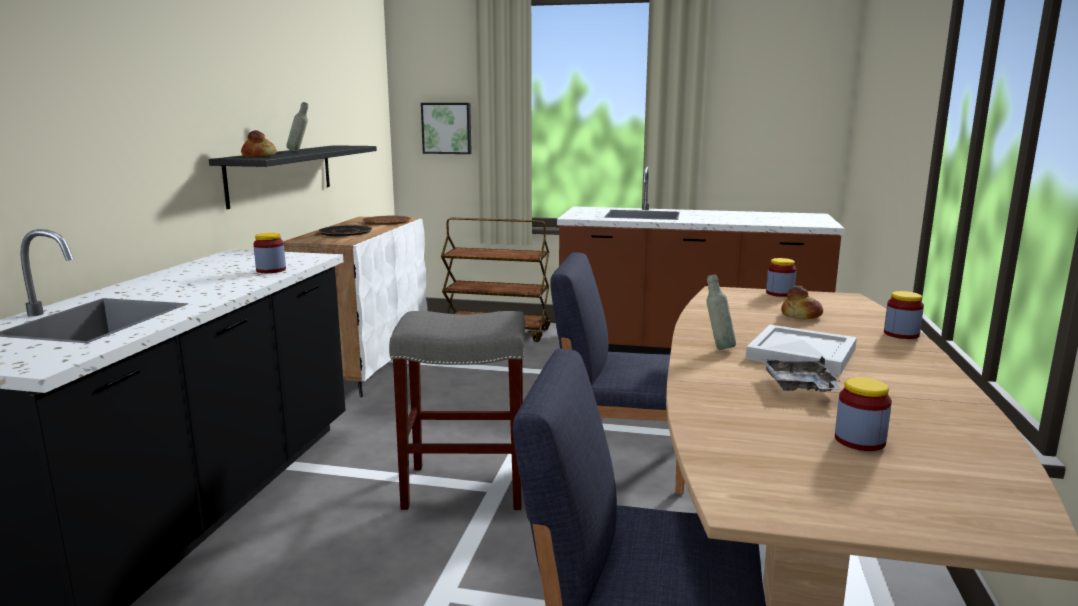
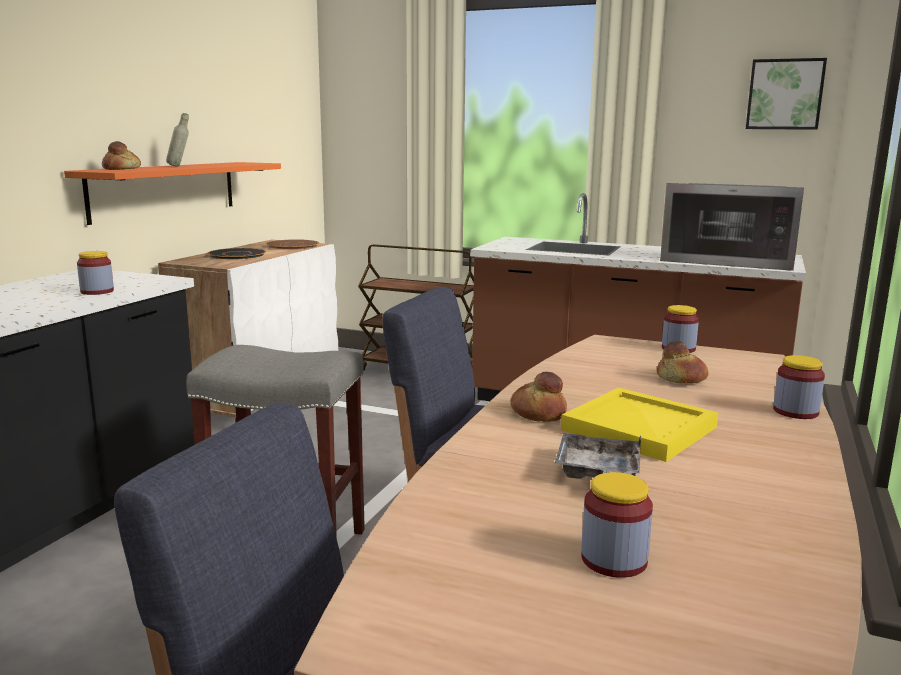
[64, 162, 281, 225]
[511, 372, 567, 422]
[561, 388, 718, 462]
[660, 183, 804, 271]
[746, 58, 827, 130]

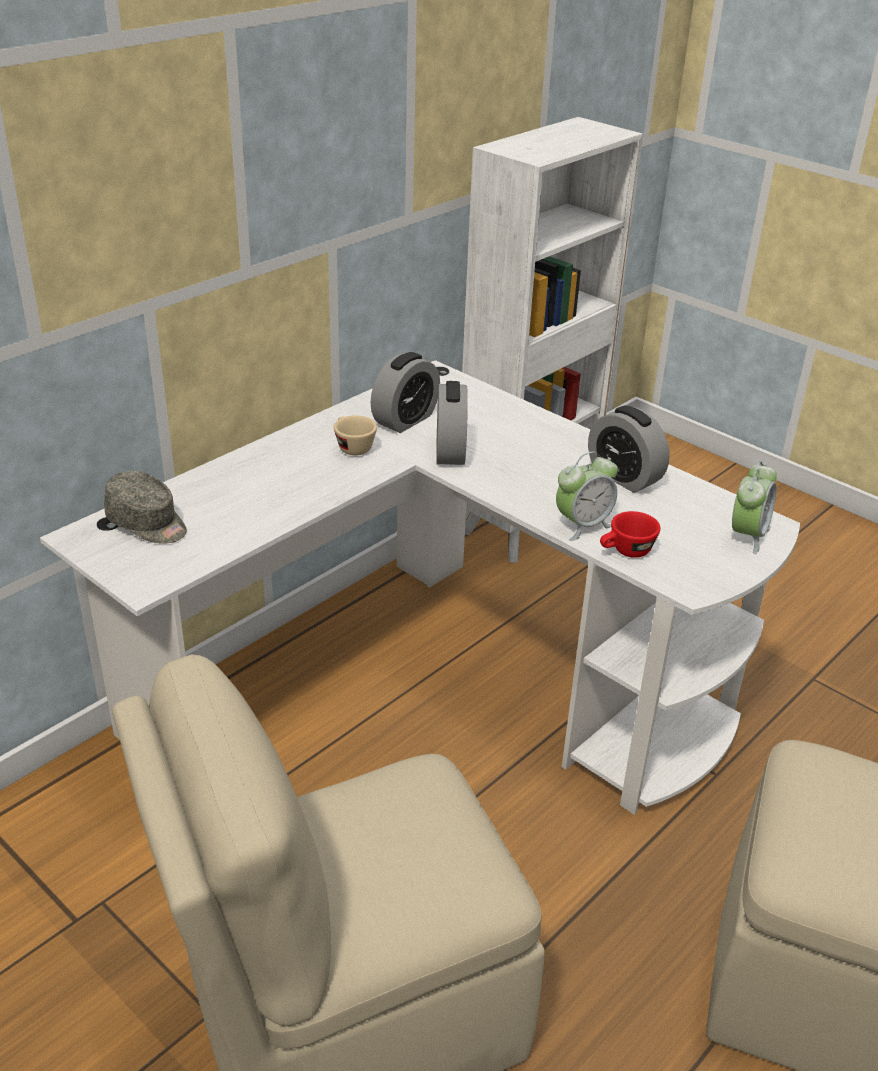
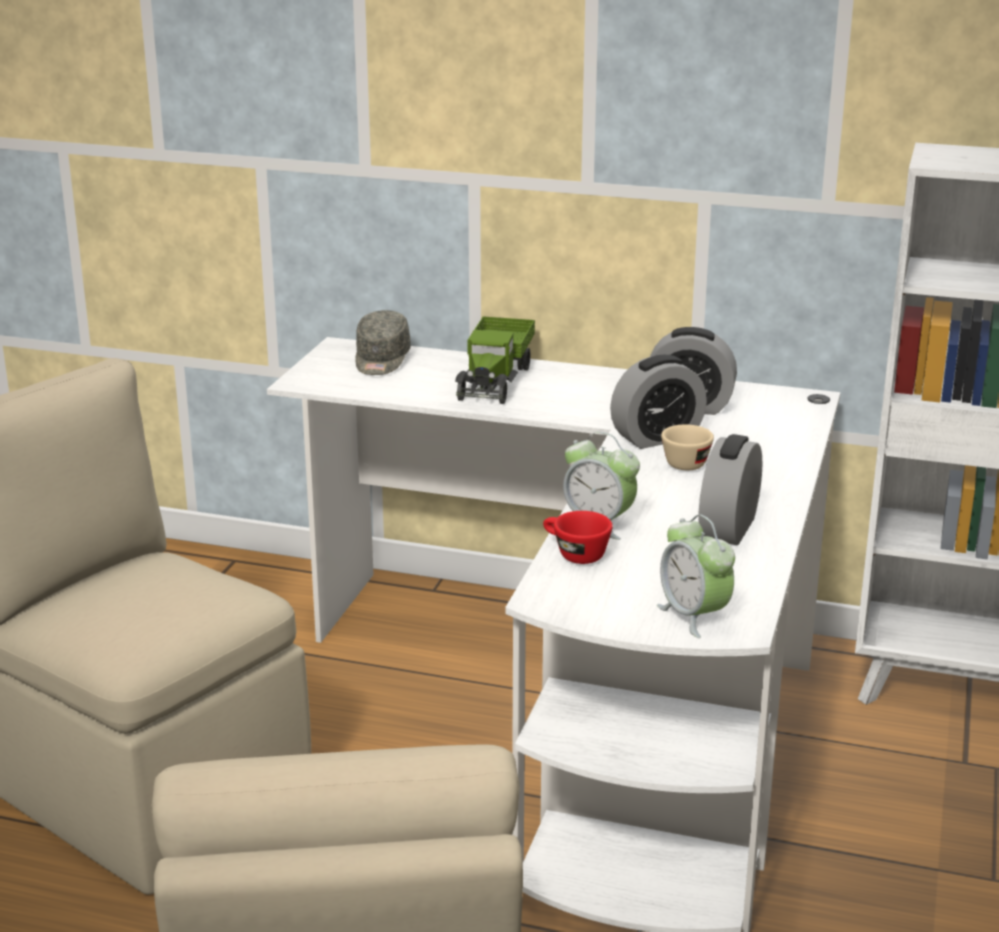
[455, 316, 535, 404]
[657, 515, 735, 638]
[661, 425, 714, 470]

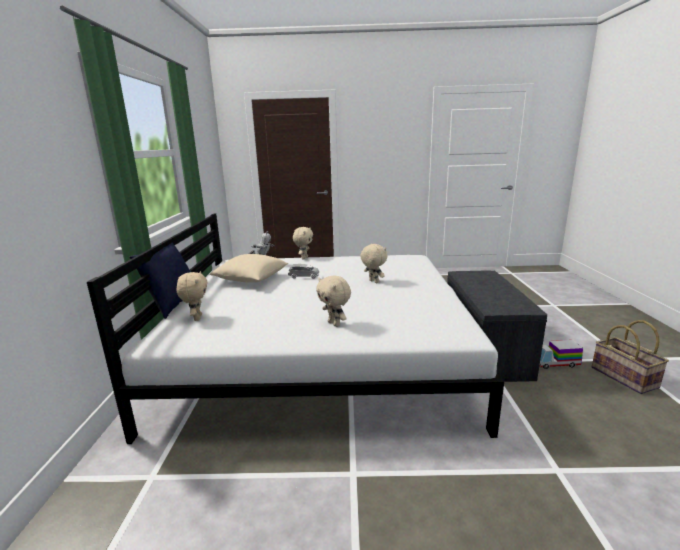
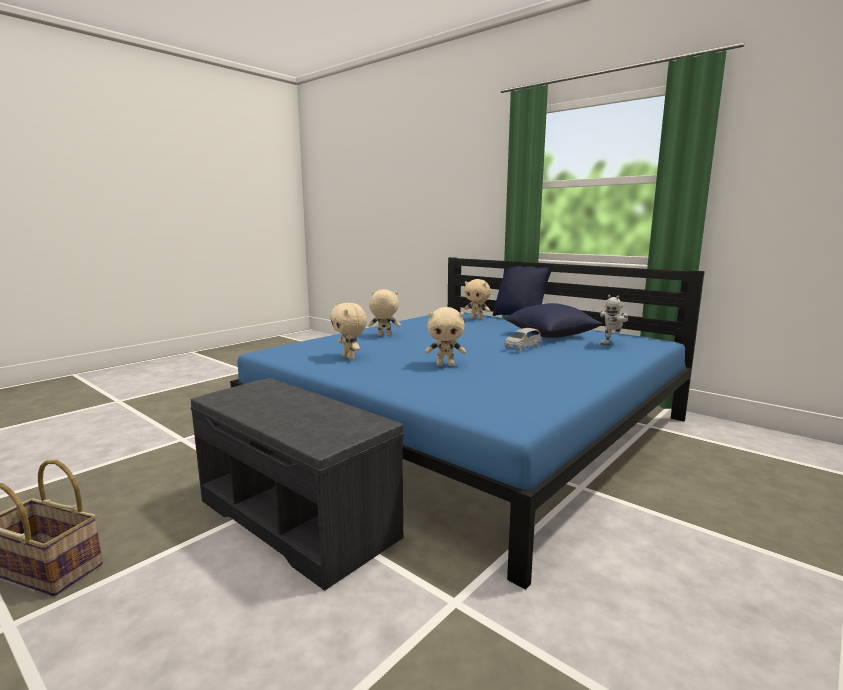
[230, 257, 705, 590]
[330, 303, 367, 360]
[504, 303, 602, 338]
[539, 340, 583, 369] (first image)

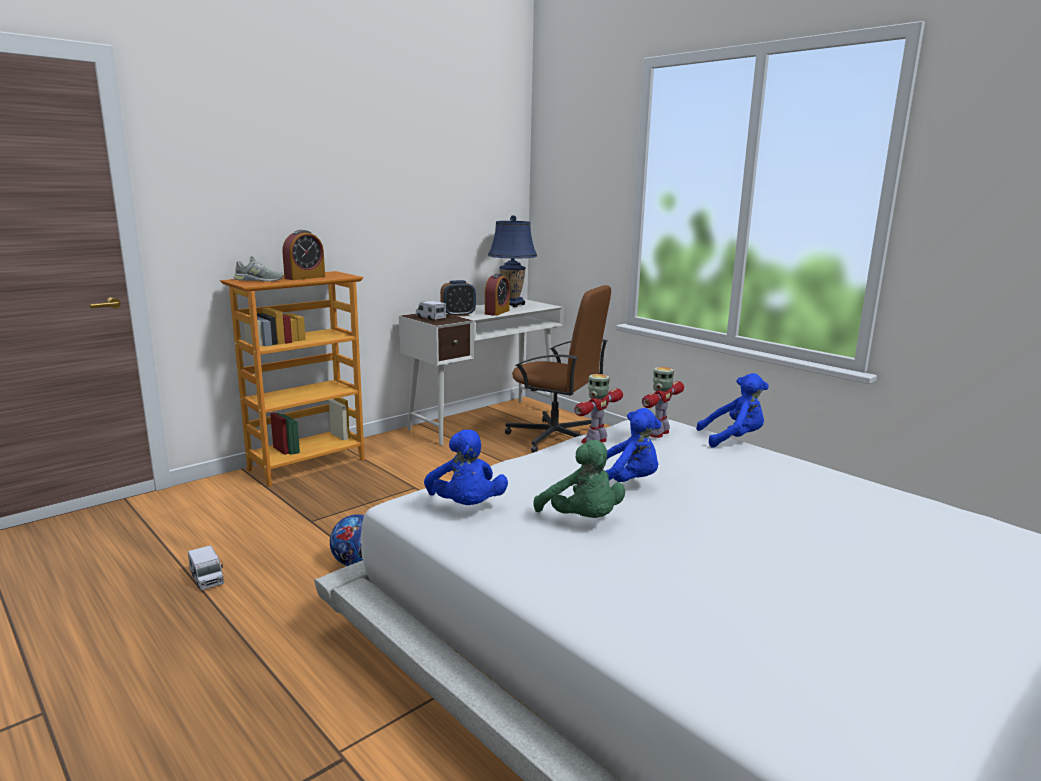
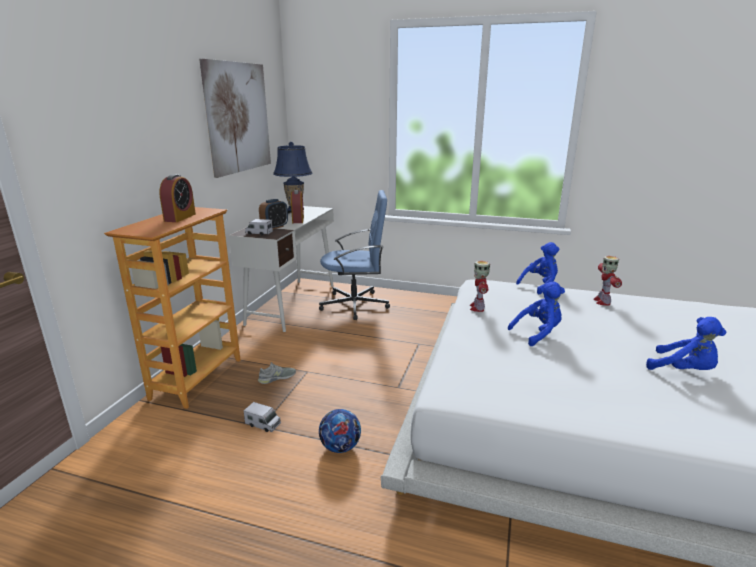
[199, 59, 271, 178]
[244, 402, 281, 432]
[258, 362, 296, 384]
[319, 190, 390, 320]
[593, 256, 622, 306]
[646, 317, 726, 370]
[533, 440, 625, 518] (first image)

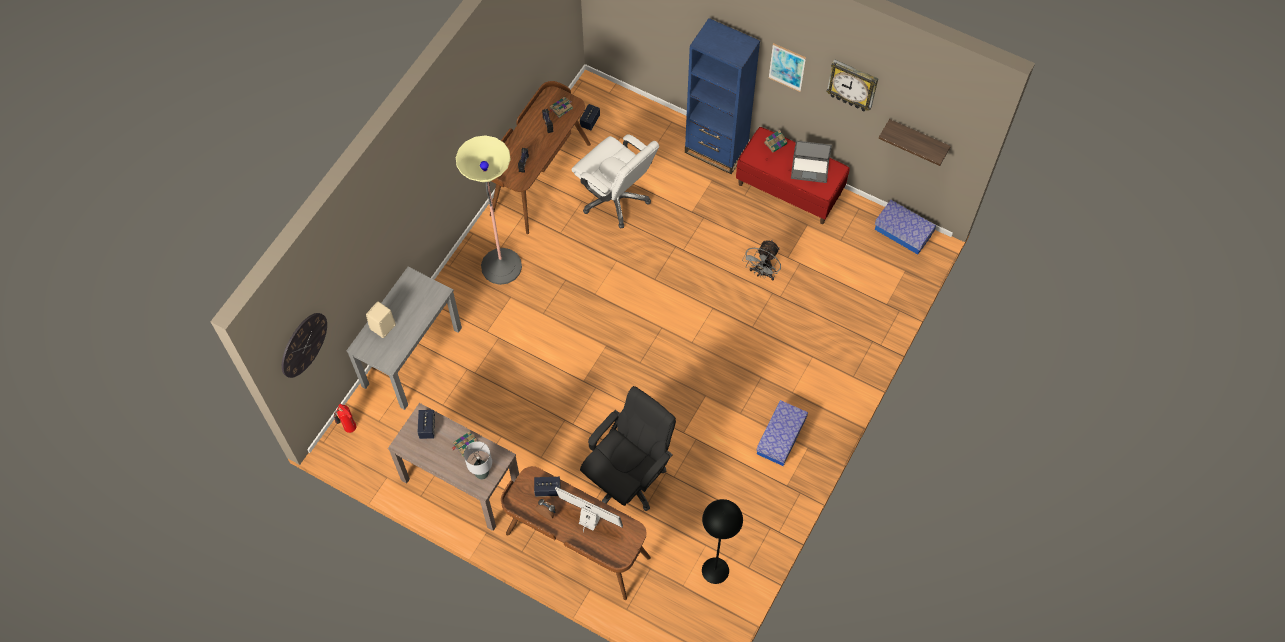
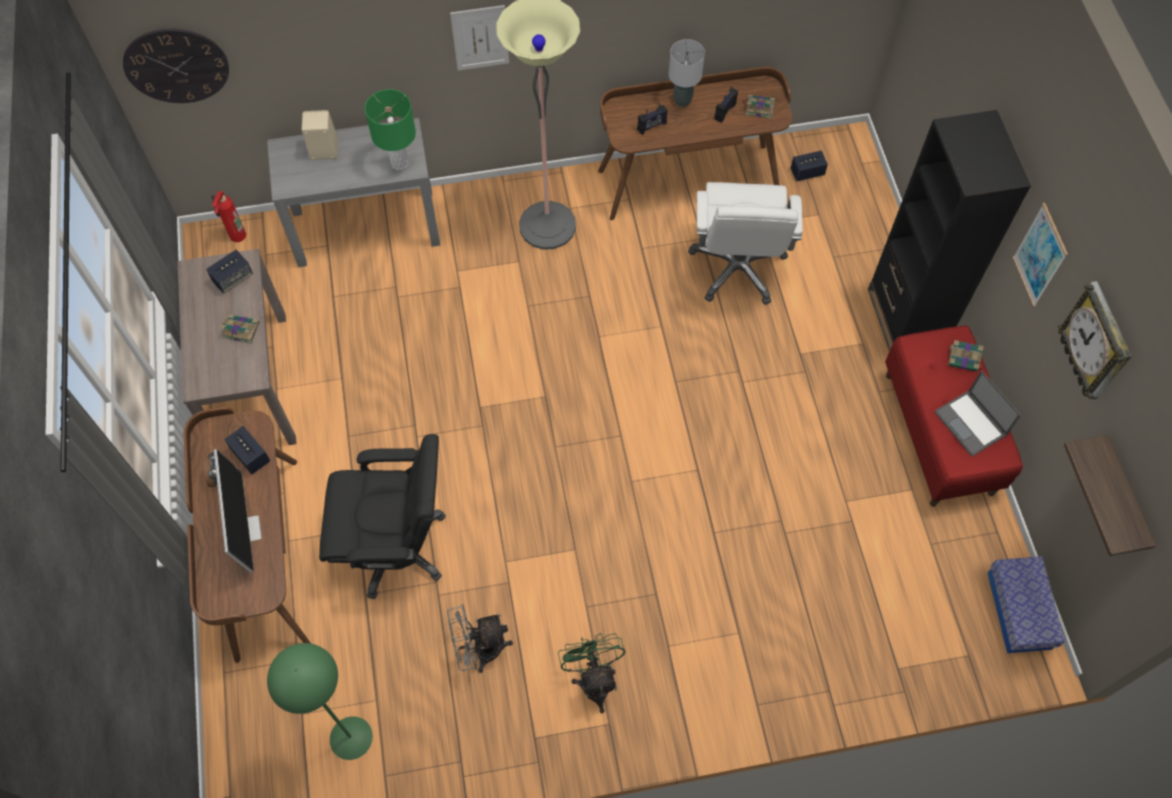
[267, 643, 373, 760]
[365, 89, 416, 170]
[447, 604, 513, 673]
[450, 5, 509, 71]
[558, 633, 625, 713]
[669, 39, 705, 107]
[868, 110, 1031, 351]

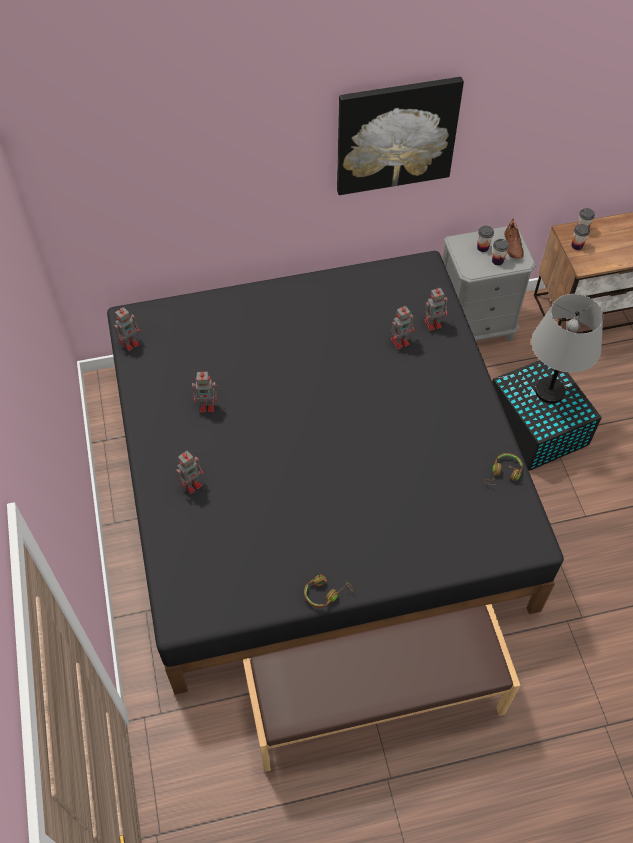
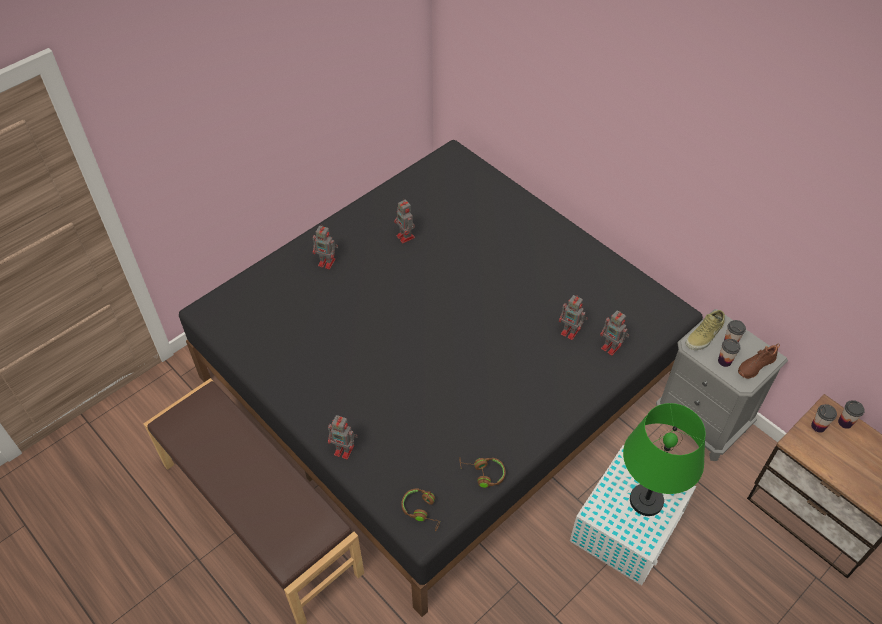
[328, 415, 357, 459]
[401, 488, 441, 531]
[570, 445, 696, 585]
[623, 403, 705, 516]
[685, 310, 725, 350]
[337, 77, 464, 195] (first image)

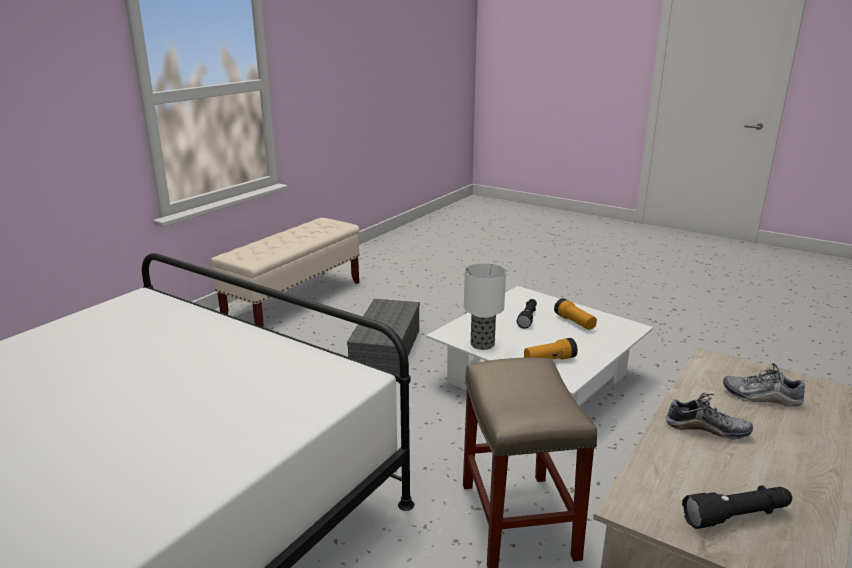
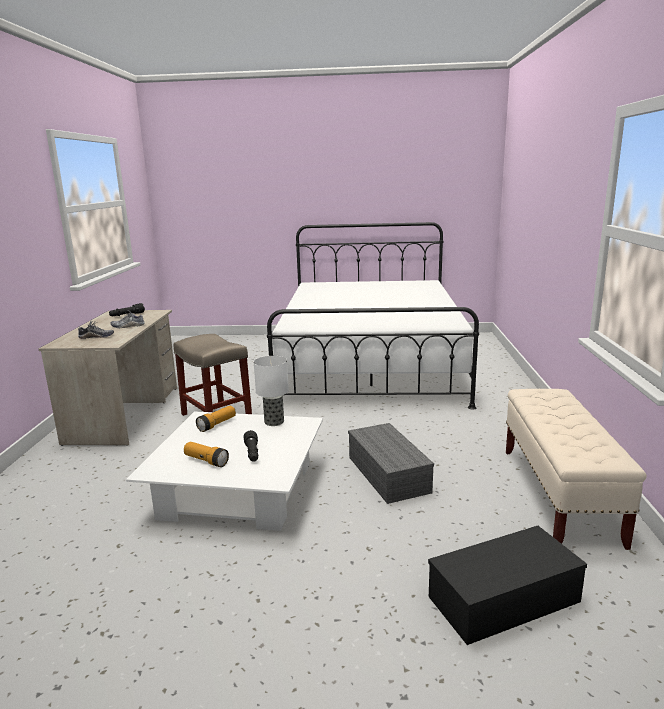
[428, 526, 587, 645]

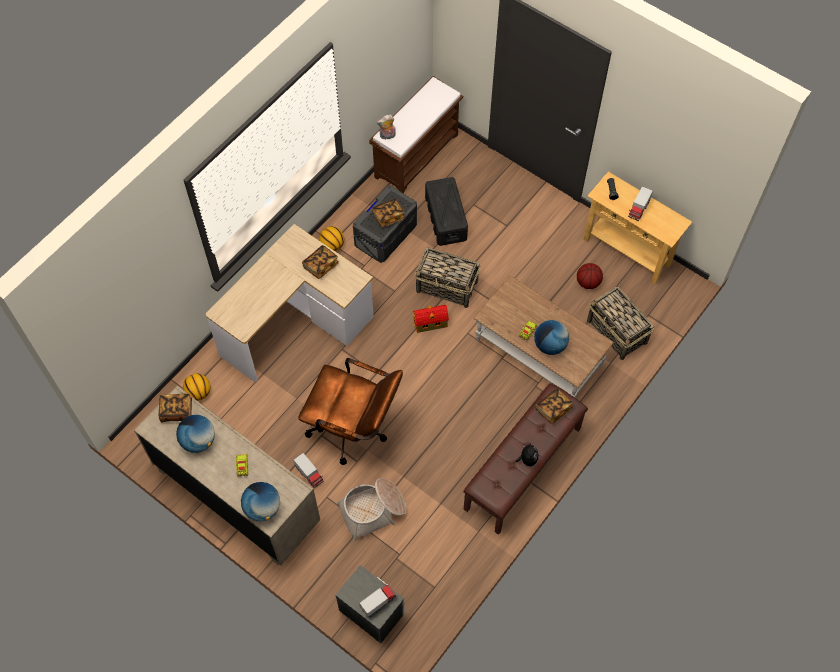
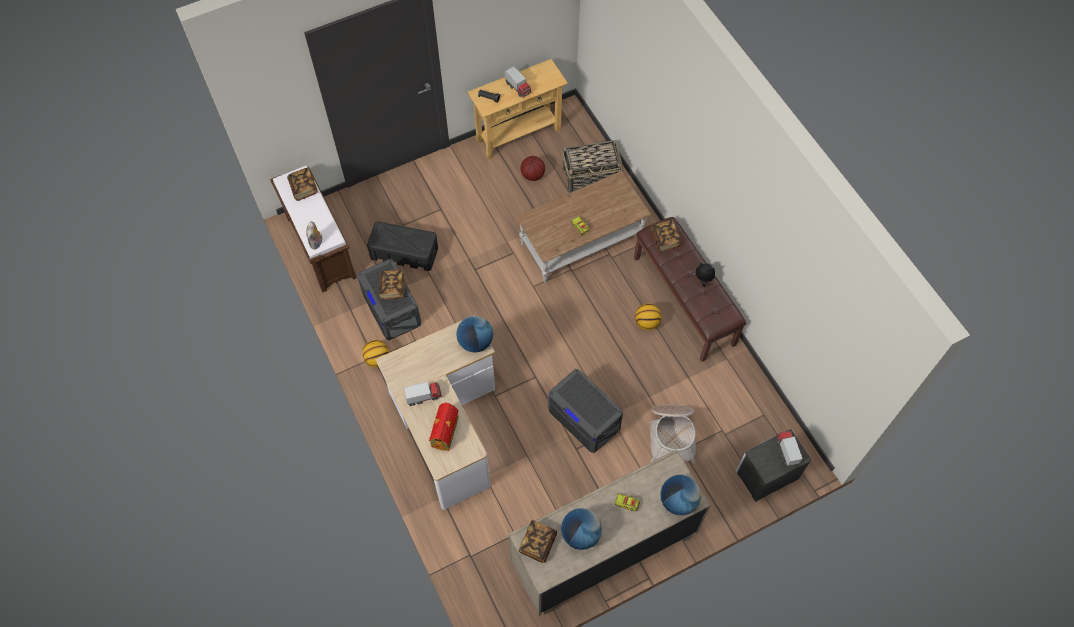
[287, 167, 318, 201]
[404, 382, 442, 406]
[429, 403, 459, 451]
[456, 316, 493, 353]
[548, 369, 623, 453]
[635, 304, 661, 330]
[415, 248, 480, 308] (first image)

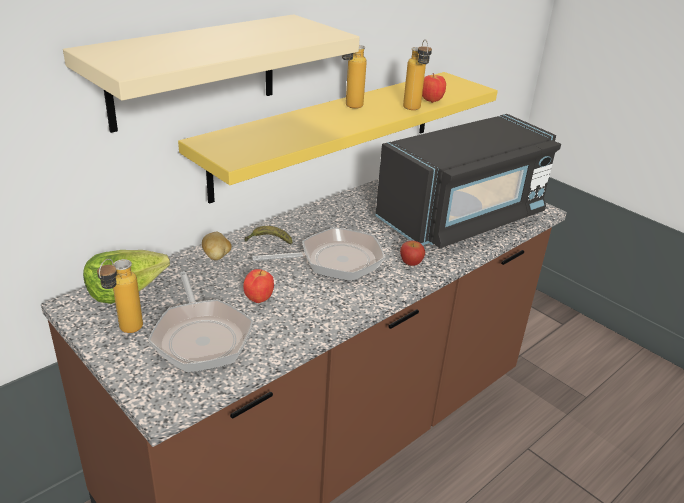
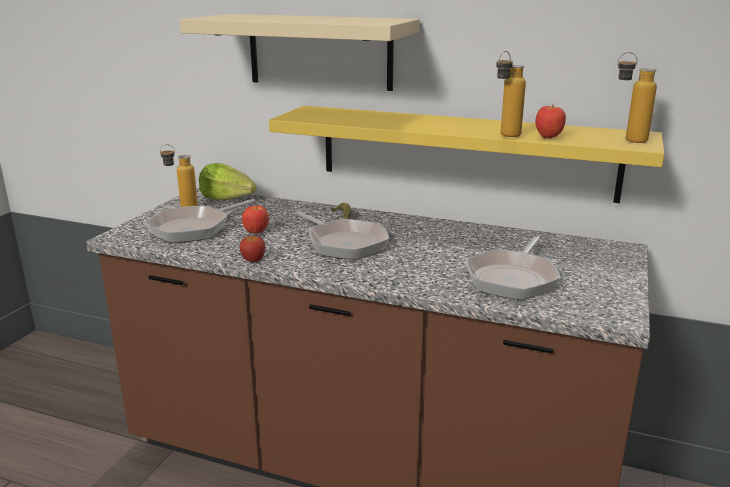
[239, 236, 265, 262]
[466, 235, 561, 300]
[617, 52, 657, 143]
[202, 232, 232, 260] (first image)

